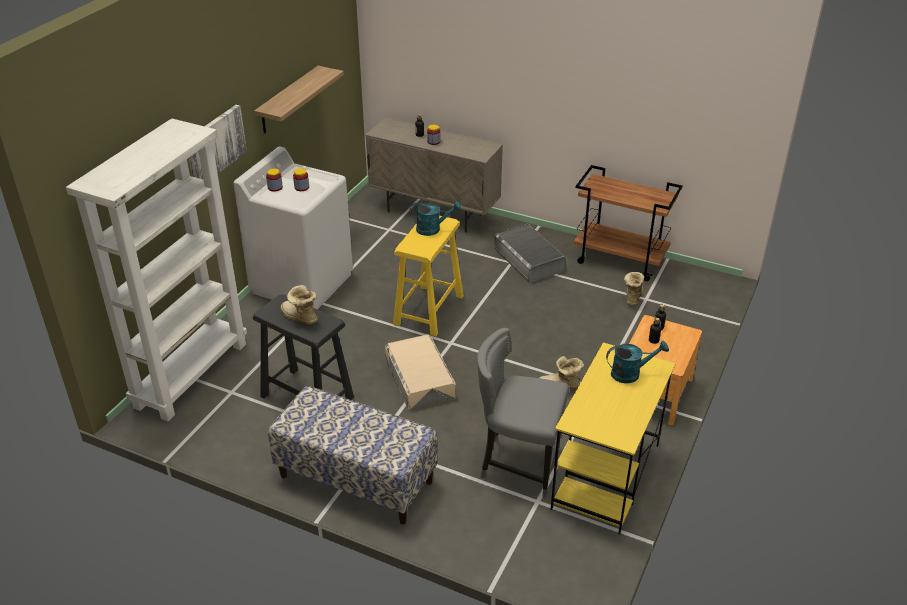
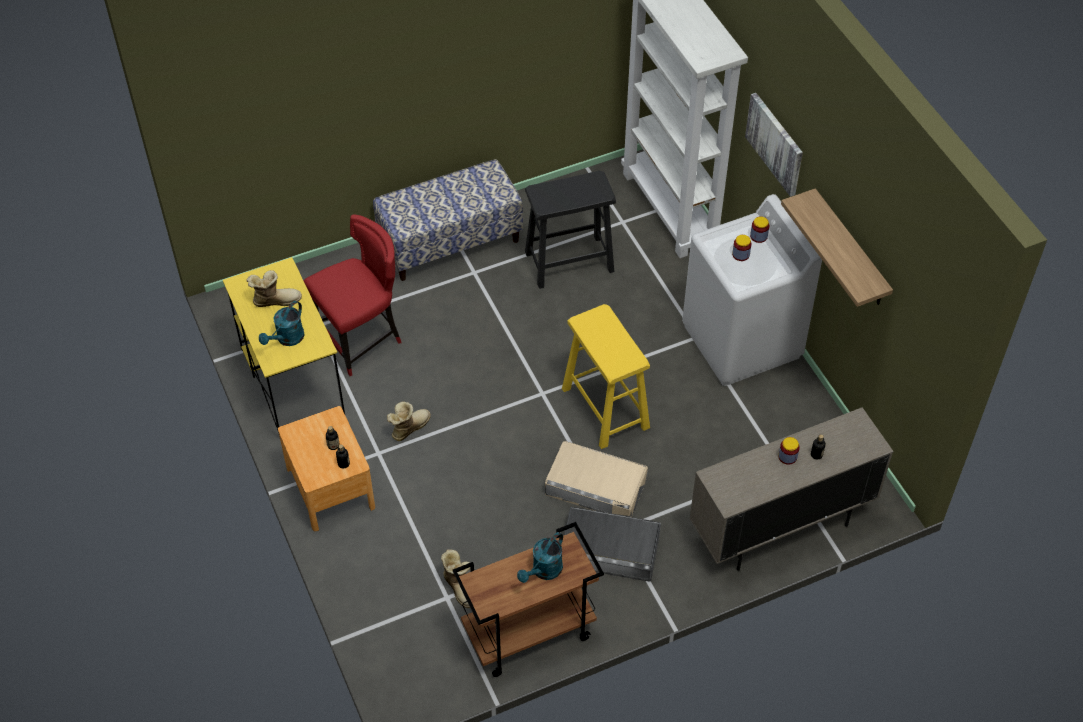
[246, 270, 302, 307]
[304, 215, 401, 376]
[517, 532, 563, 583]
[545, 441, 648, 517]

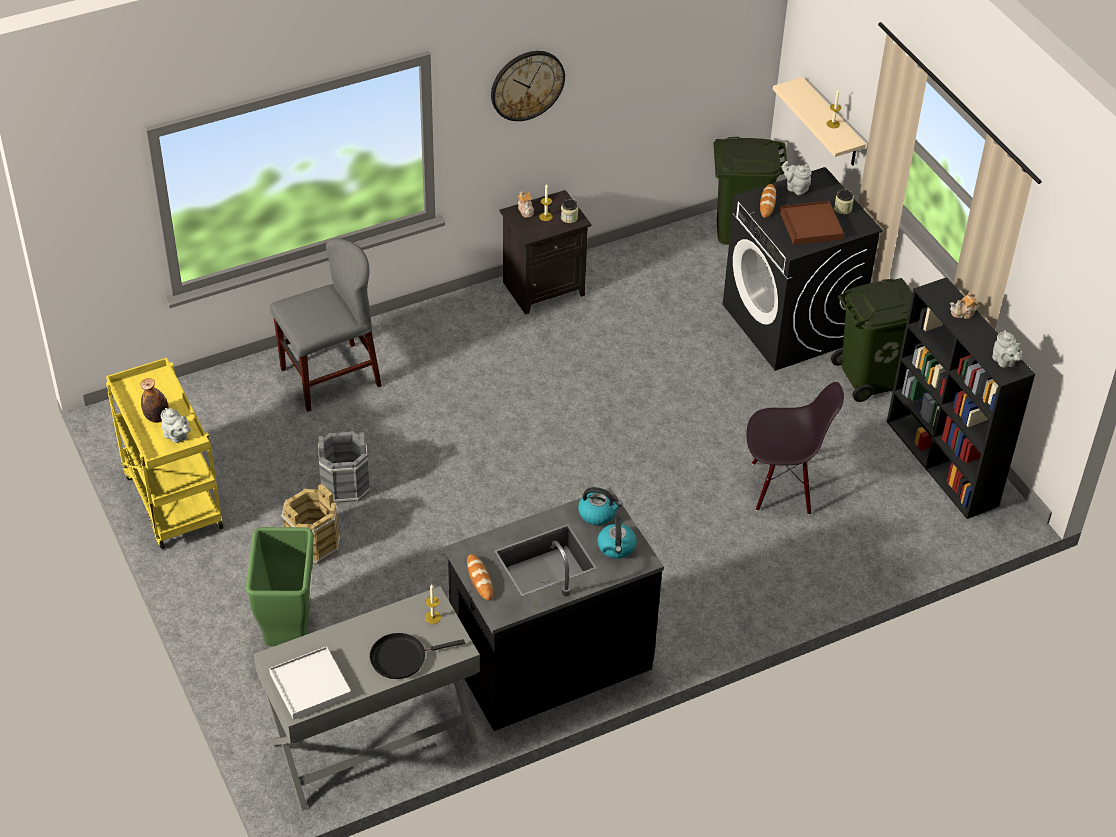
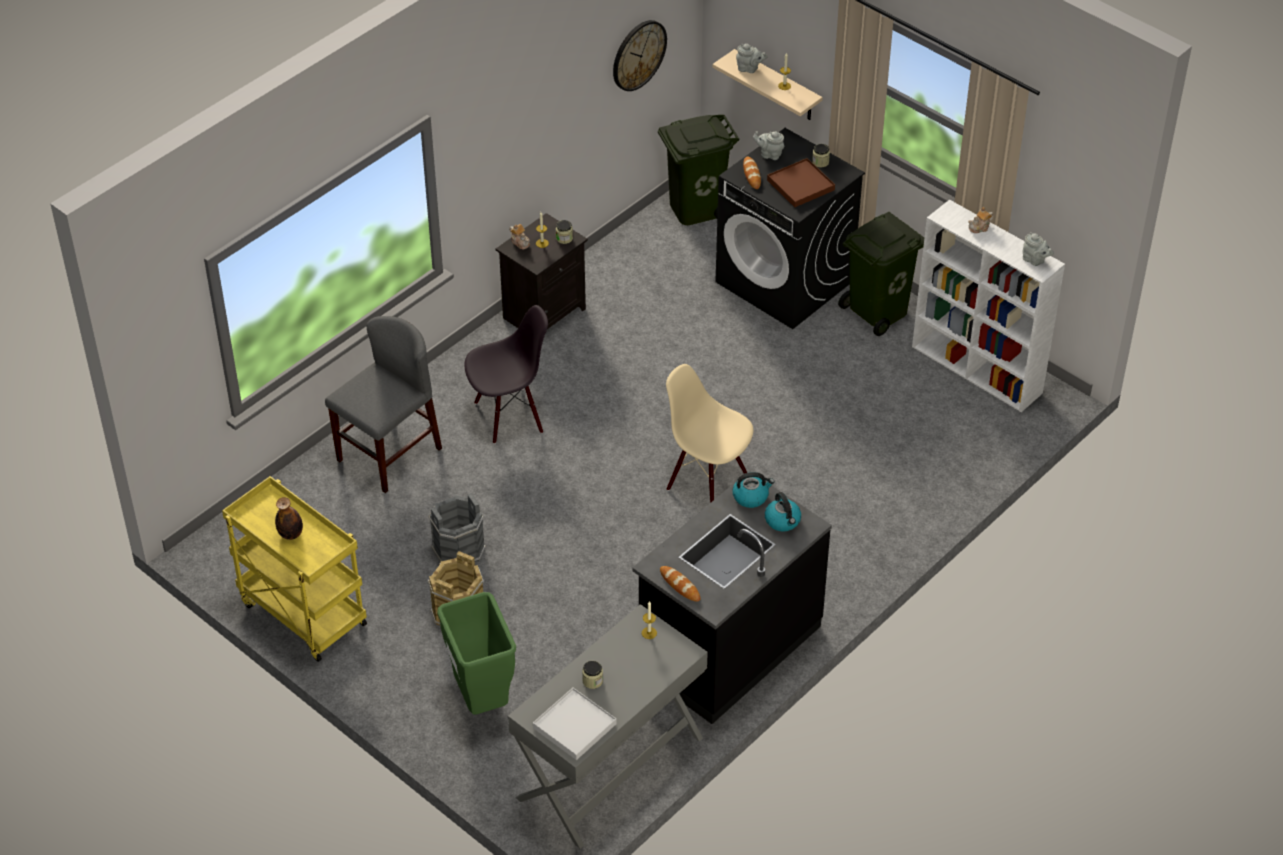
[464, 305, 548, 444]
[582, 661, 603, 689]
[613, 20, 667, 91]
[666, 364, 753, 503]
[736, 44, 768, 73]
[912, 199, 1065, 412]
[370, 633, 465, 679] (first image)

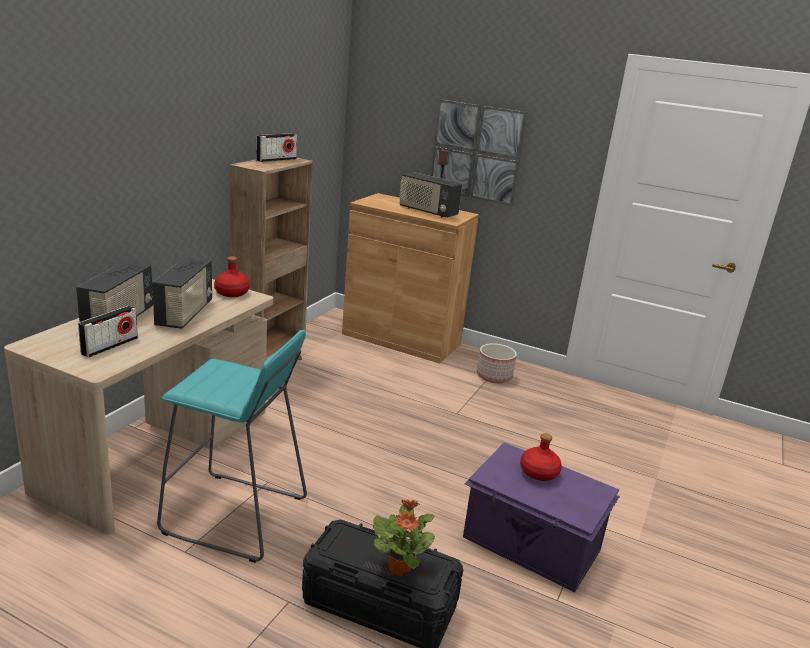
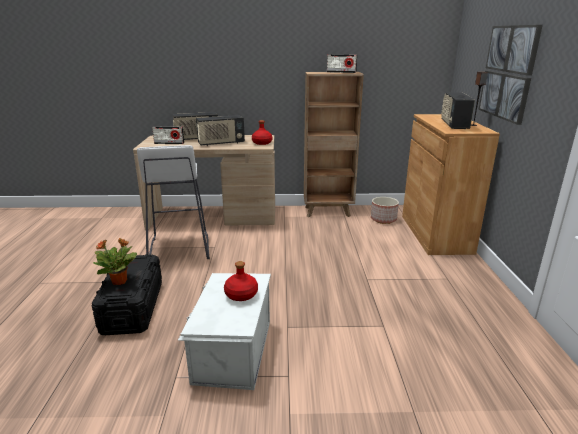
[137, 145, 210, 259]
[178, 273, 271, 390]
[371, 197, 399, 224]

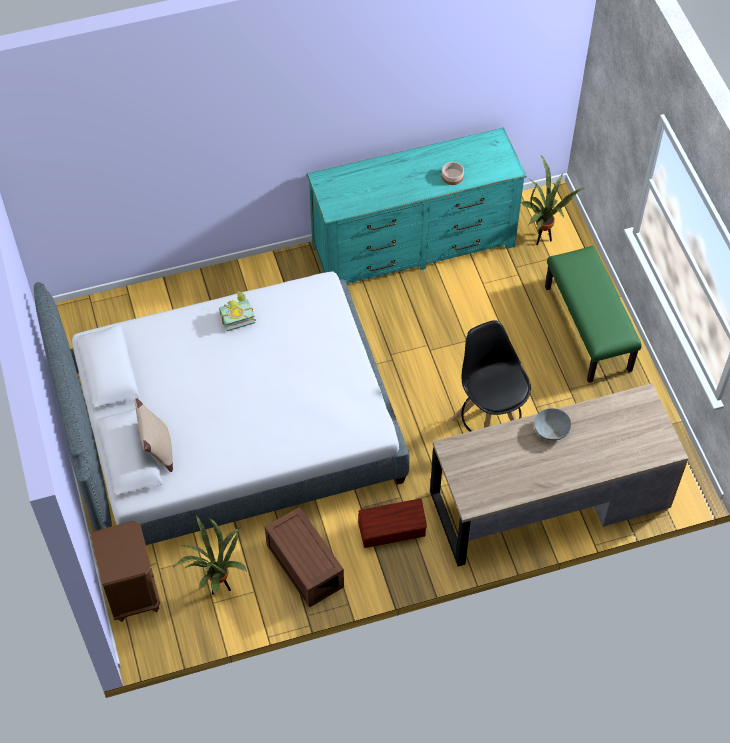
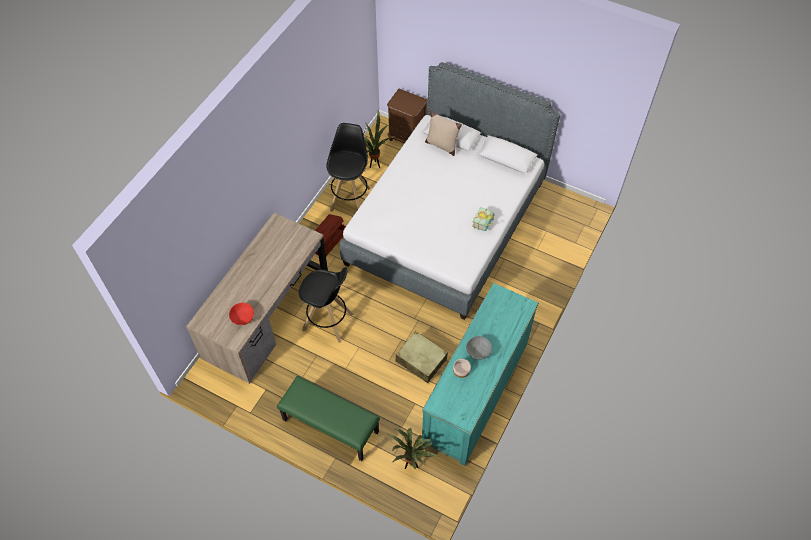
[229, 303, 254, 325]
[326, 123, 371, 212]
[395, 331, 448, 383]
[466, 336, 492, 360]

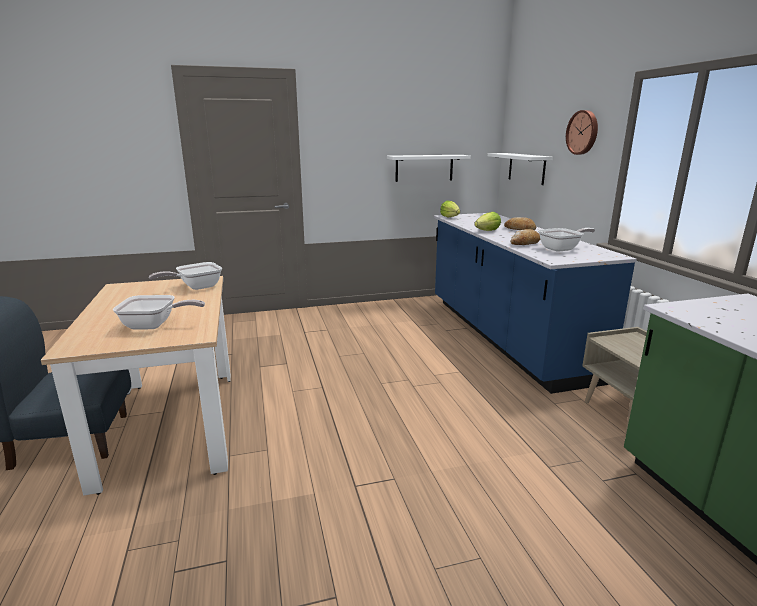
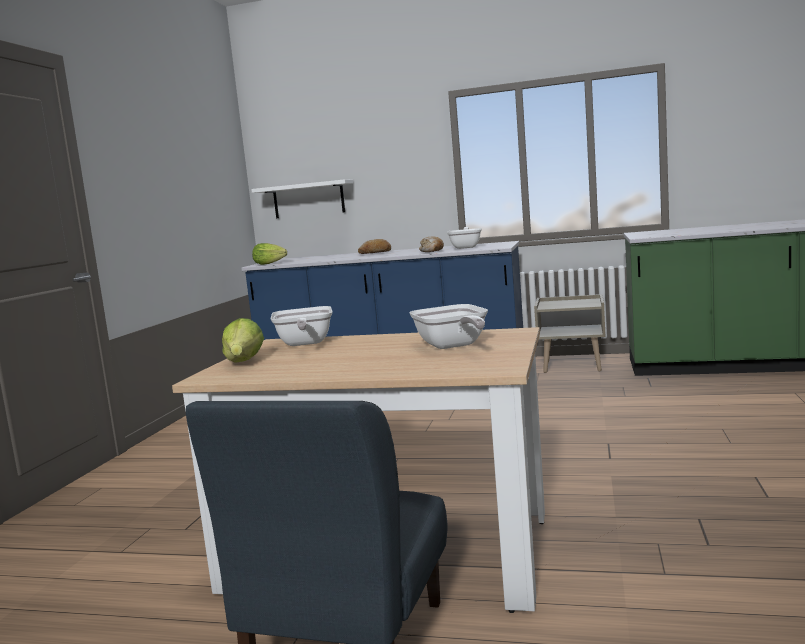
[222, 318, 264, 363]
[409, 304, 488, 349]
[387, 155, 471, 182] (first image)
[566, 110, 598, 155] (first image)

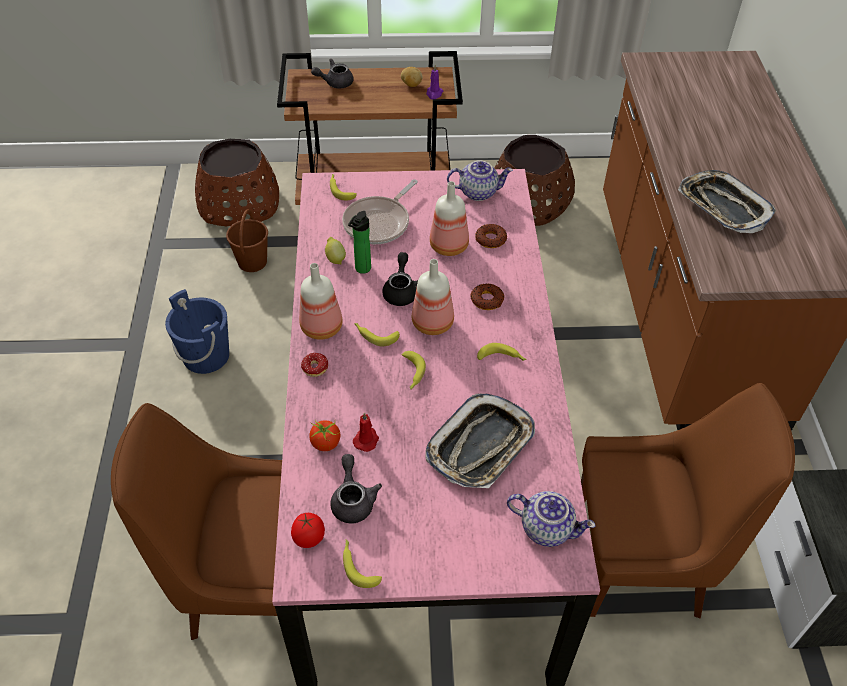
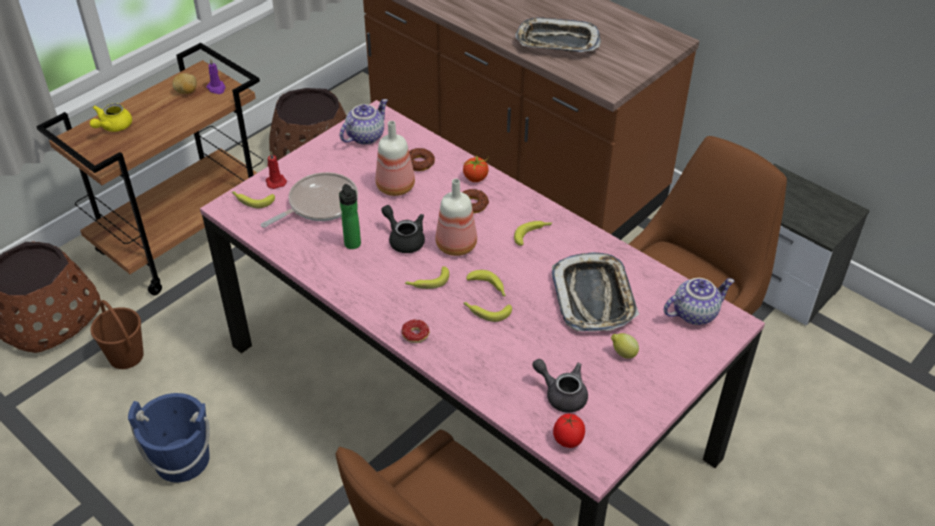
[90, 103, 132, 132]
[261, 172, 358, 228]
[266, 152, 287, 189]
[463, 155, 490, 182]
[463, 302, 512, 322]
[611, 333, 639, 359]
[299, 263, 342, 340] (first image)

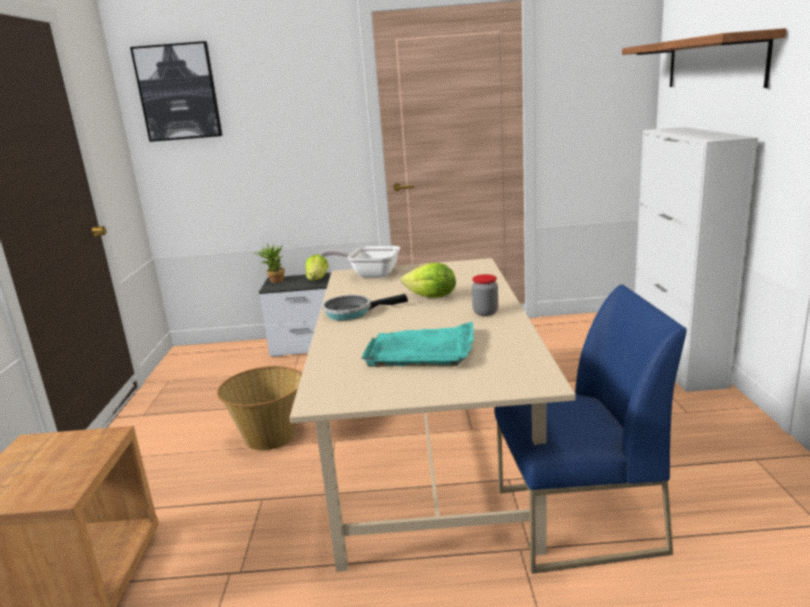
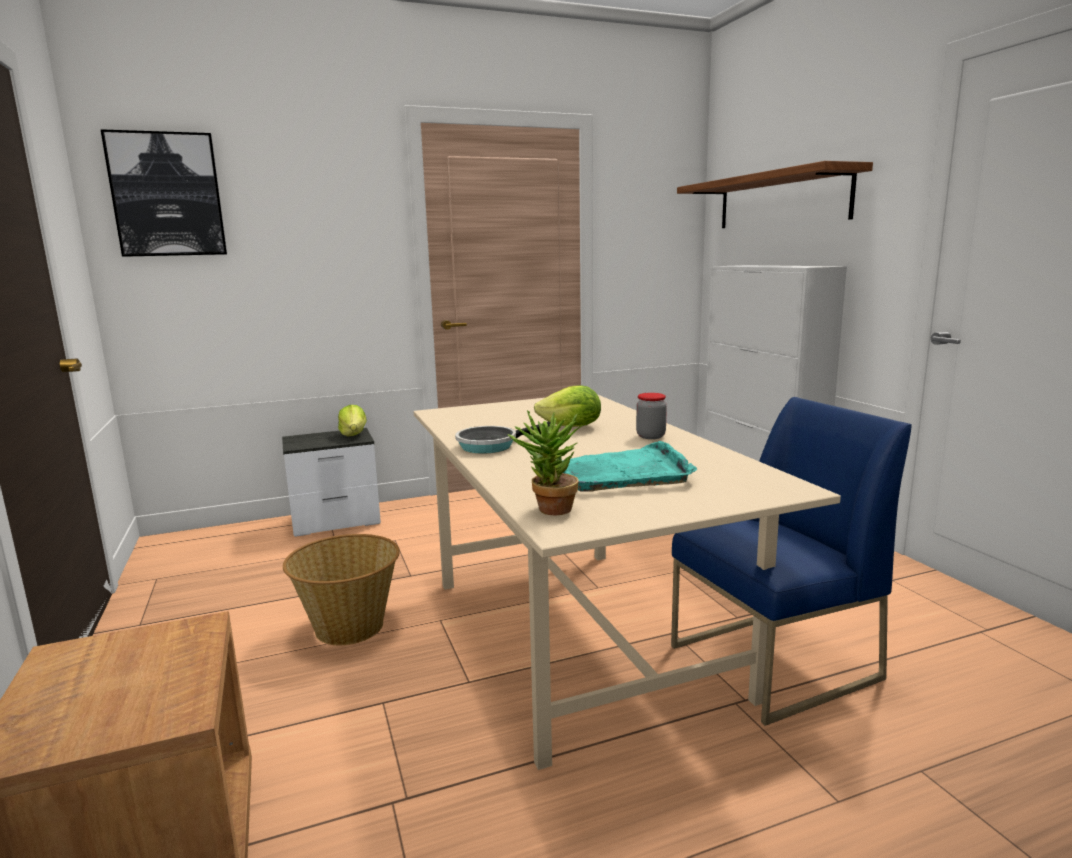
[508, 410, 584, 515]
[320, 246, 400, 278] (first image)

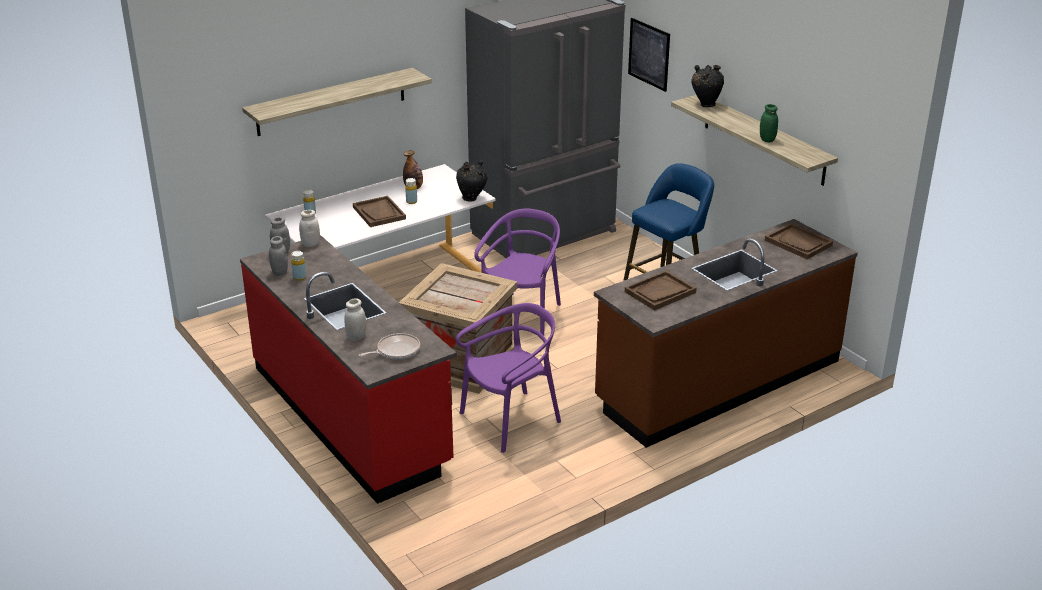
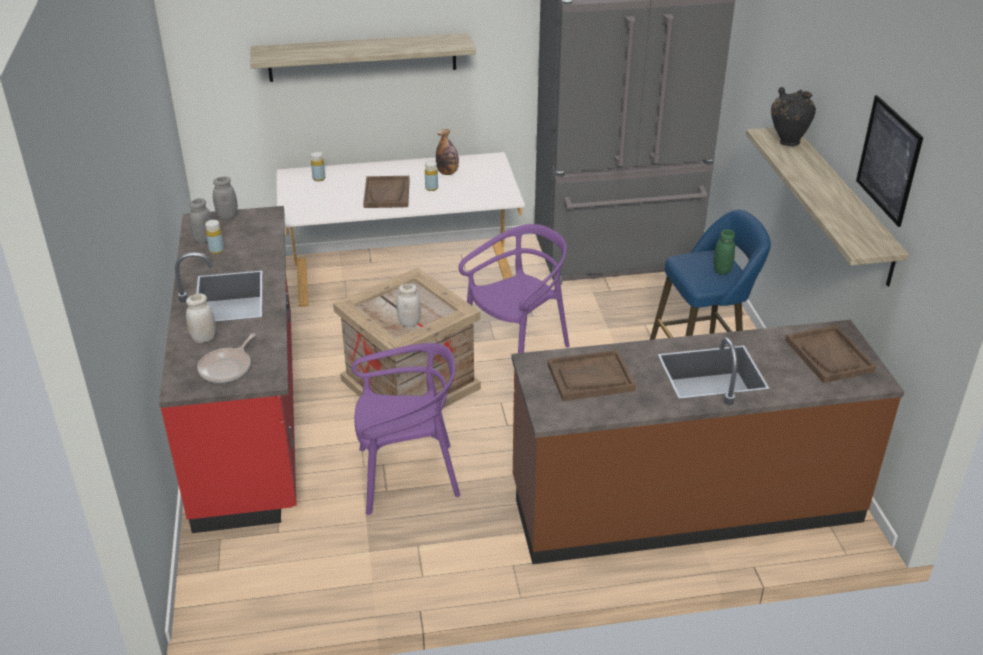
[197, 333, 255, 383]
[396, 284, 421, 327]
[714, 229, 735, 275]
[856, 95, 923, 227]
[456, 160, 488, 202] (first image)

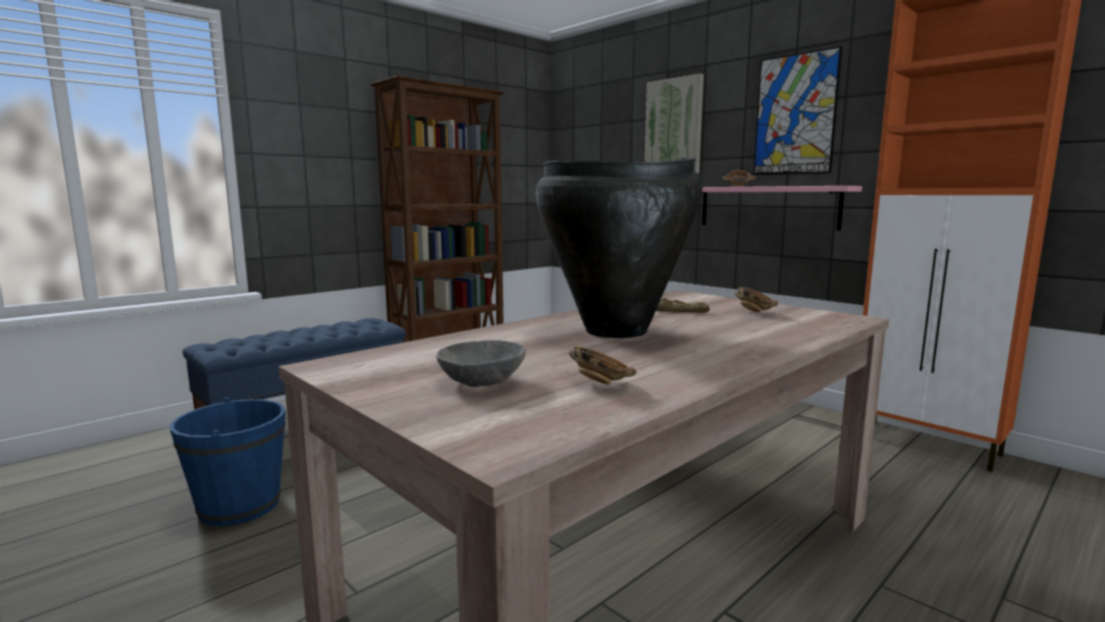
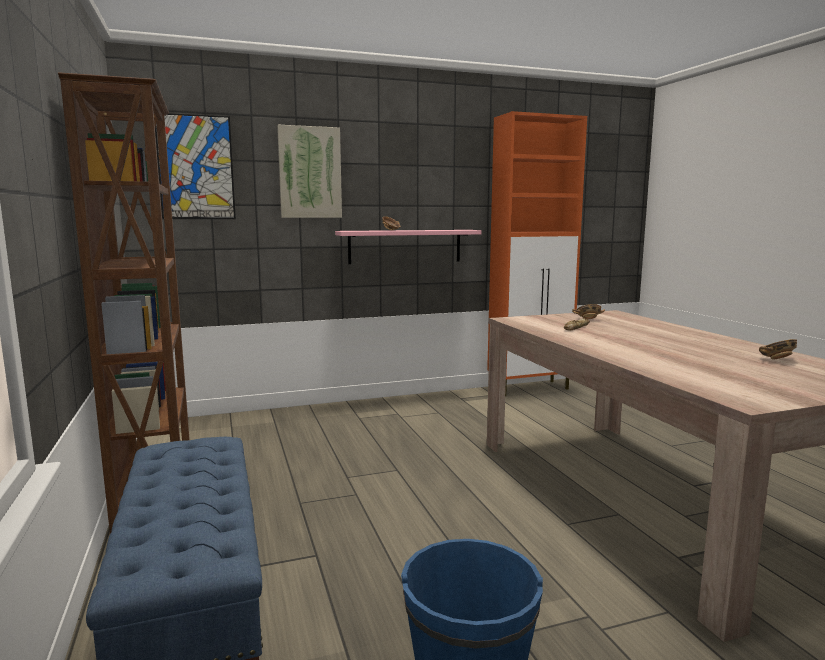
[155, 113, 236, 219]
[436, 340, 525, 387] (first image)
[535, 158, 703, 338] (first image)

